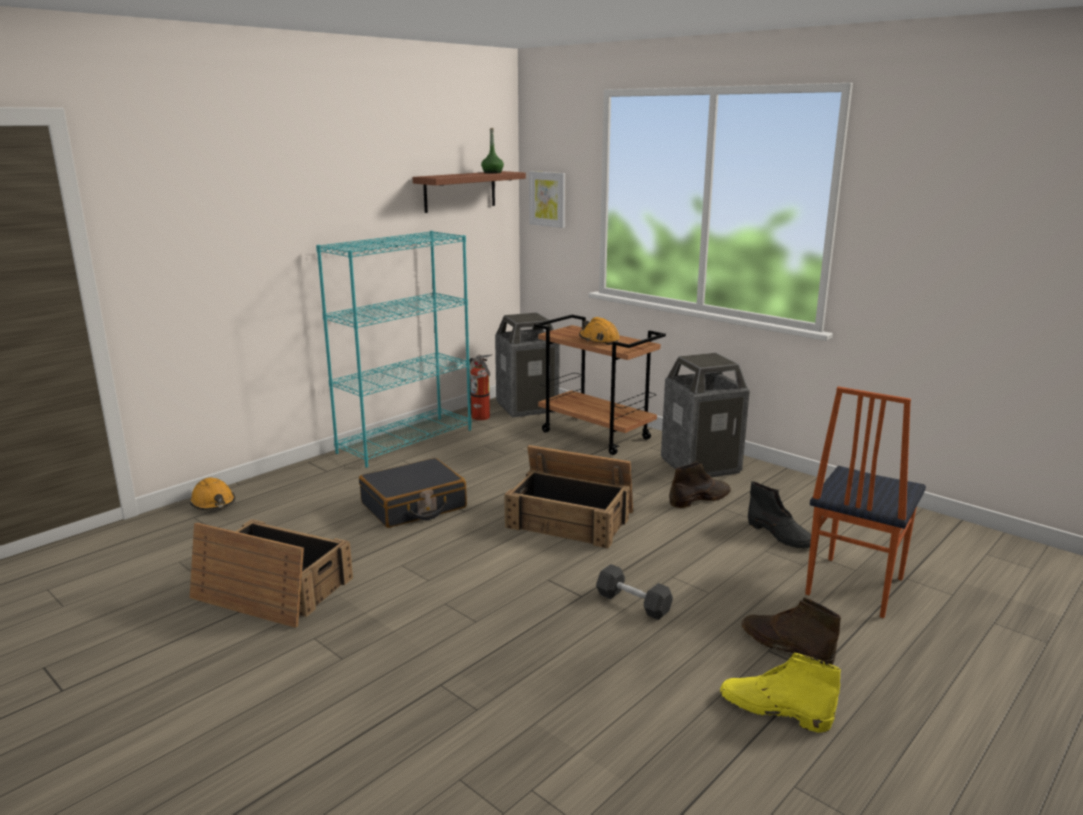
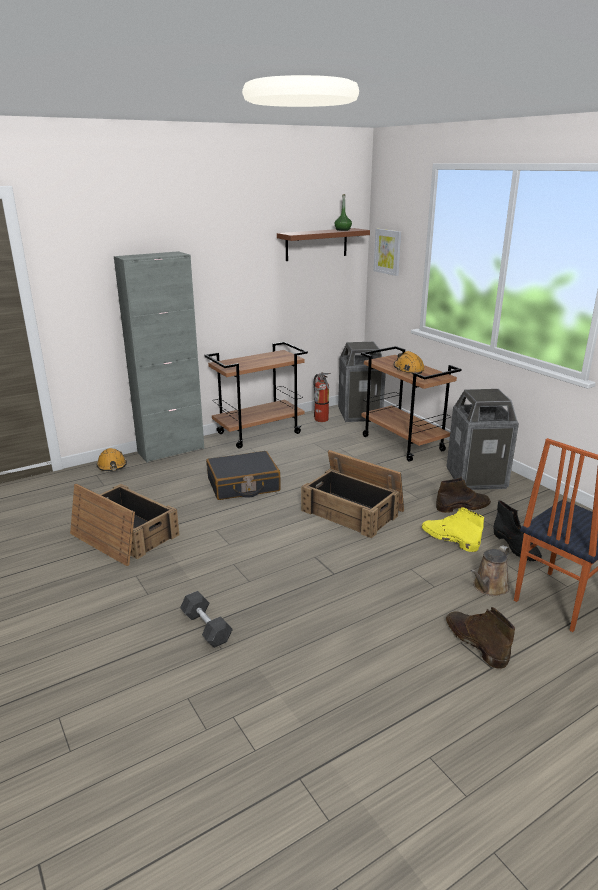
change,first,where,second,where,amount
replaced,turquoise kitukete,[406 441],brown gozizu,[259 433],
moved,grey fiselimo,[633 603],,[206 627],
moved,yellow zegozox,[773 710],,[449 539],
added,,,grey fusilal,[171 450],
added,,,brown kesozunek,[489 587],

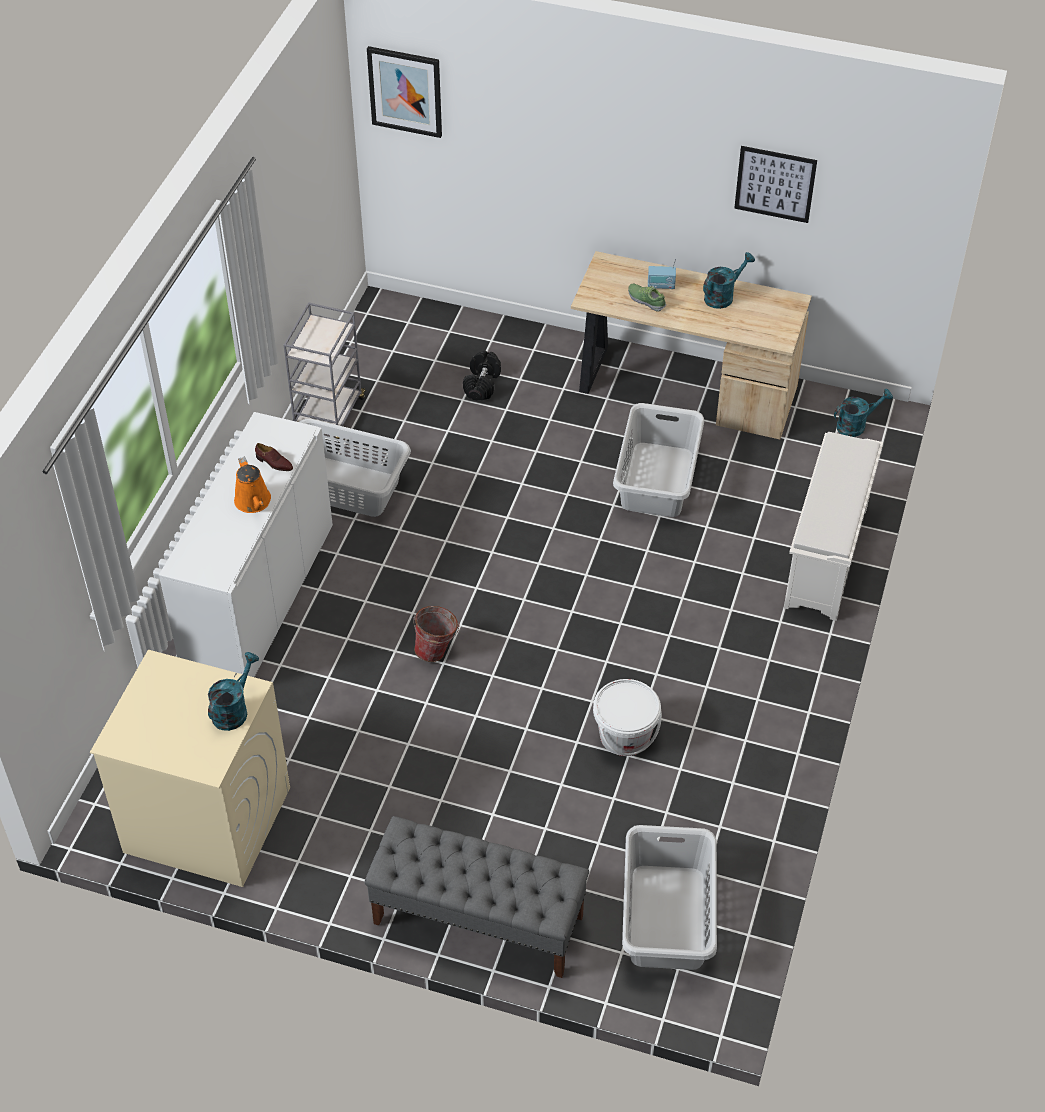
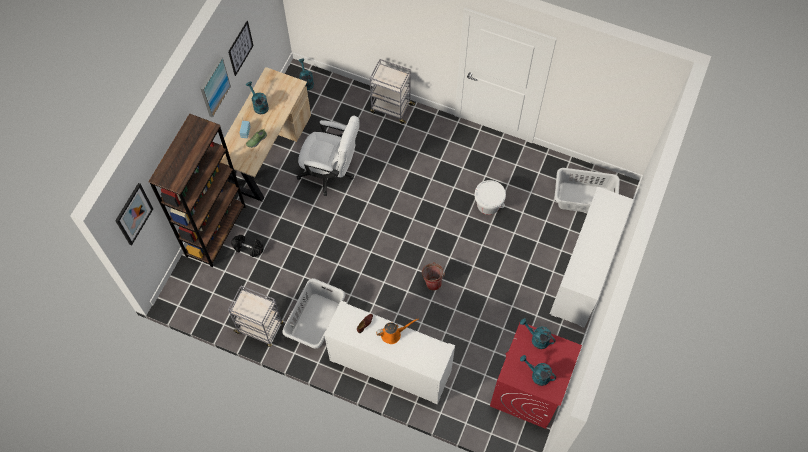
change,first,where,second,where,amount
replaced,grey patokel,[656 480],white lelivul,[331 173],
replaced,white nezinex,[826 559],grey gozizu,[391 108],
recoloured,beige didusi,[206 819],red didusi,[528 389],
replaced,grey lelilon,[477 920],white fusilal,[584 272],
added,,,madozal,[214 86],
added,,,brown kitukete,[216 231],
added,,,turquoise kesozunek,[537 375],

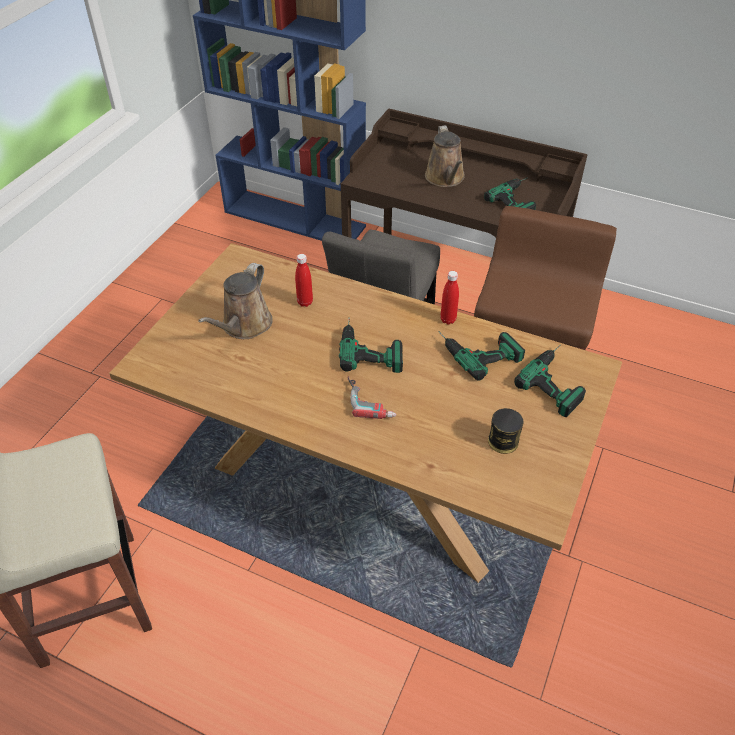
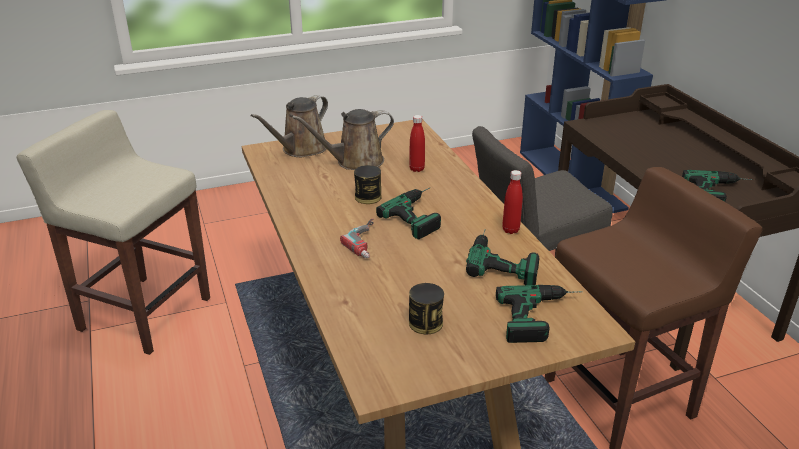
change,first,where,second,where,amount
moved,brown kesozunek,[445 178],,[301 149],
added,,,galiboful,[368 197],

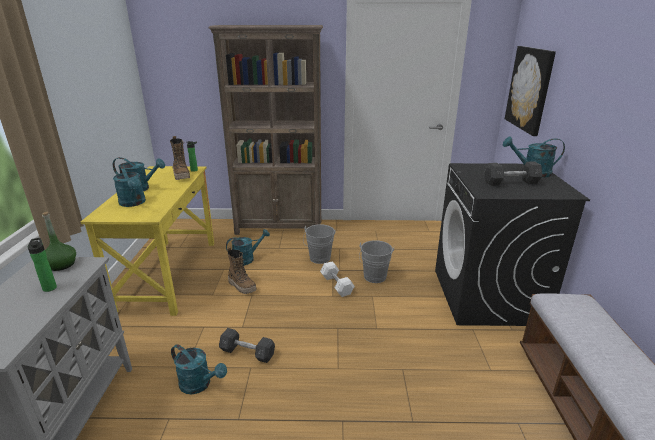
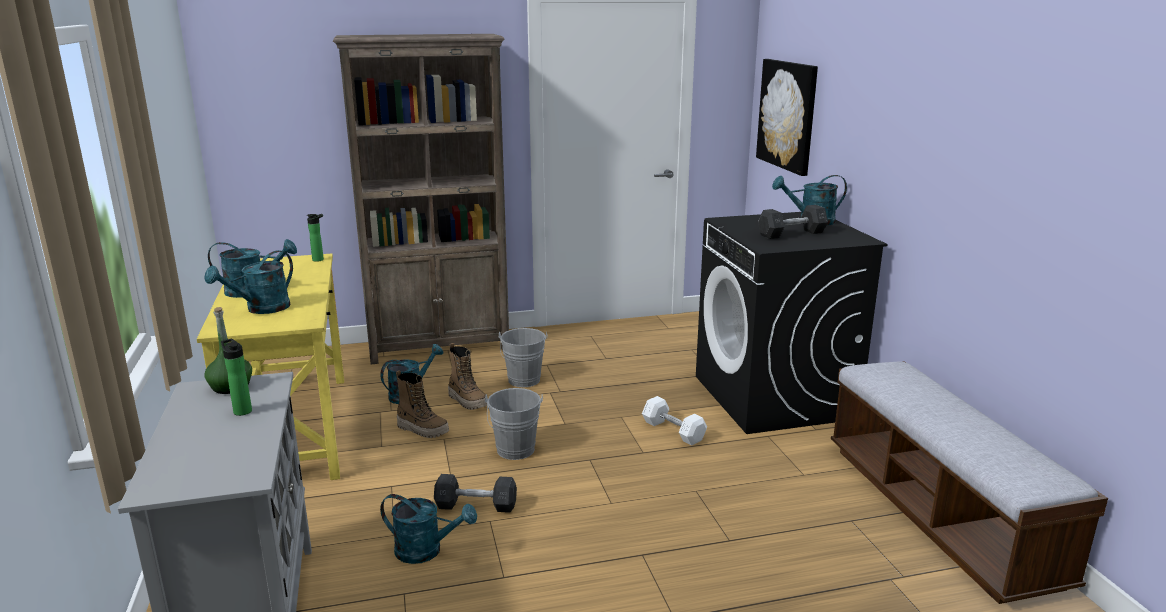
change,first,where,second,where,amount
moved,zegozox,[181 176],,[467 401],
turned,turquoise kesozunek,[134 203],,[261 309],90 degrees clockwise
moved,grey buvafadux,[374 278],,[515 452],
moved,white fiselimo,[336 285],,[673 431],

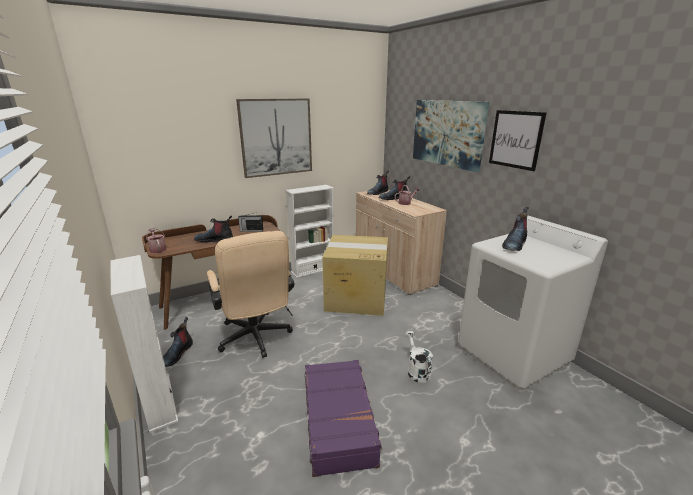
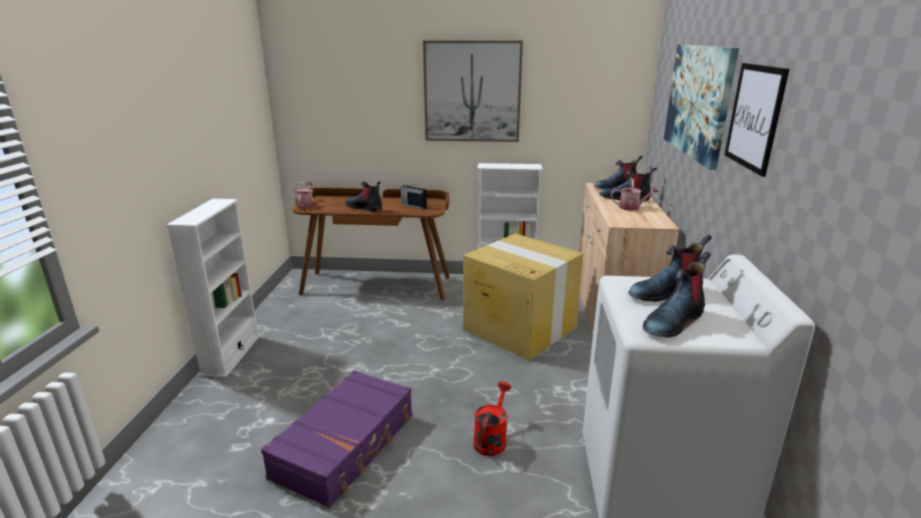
change,first,where,second,where,amount
removed,beige lelivul,[256 339],,,
moved,zegozox,[177 354],,[673 321],
recoloured,white kesozunek,[417 370],red kesozunek,[491 438],

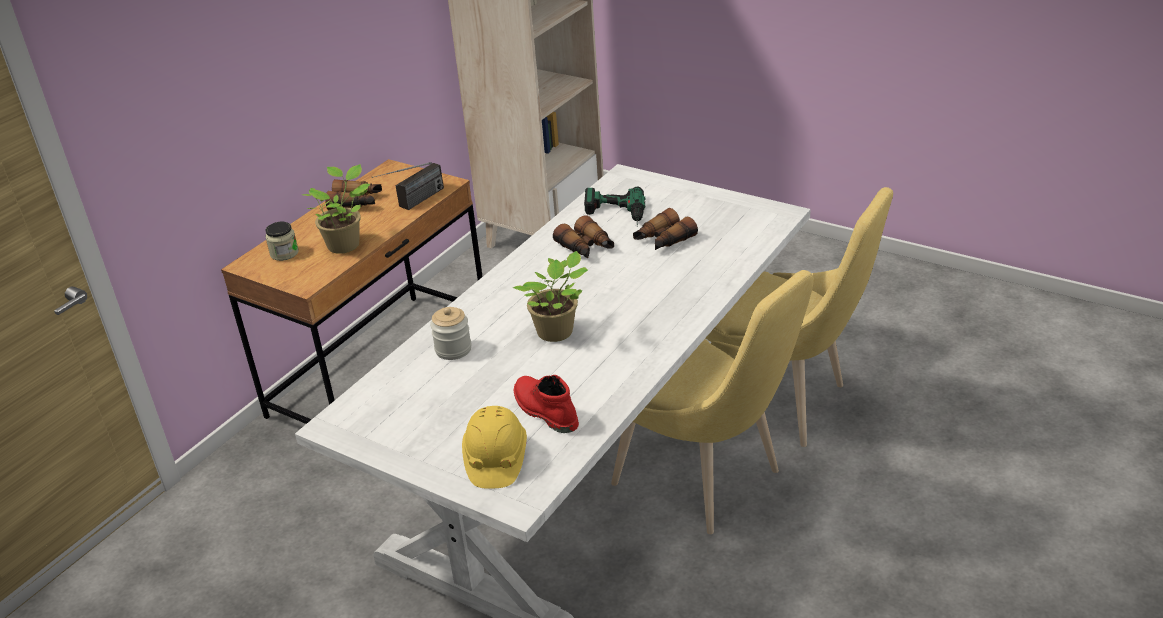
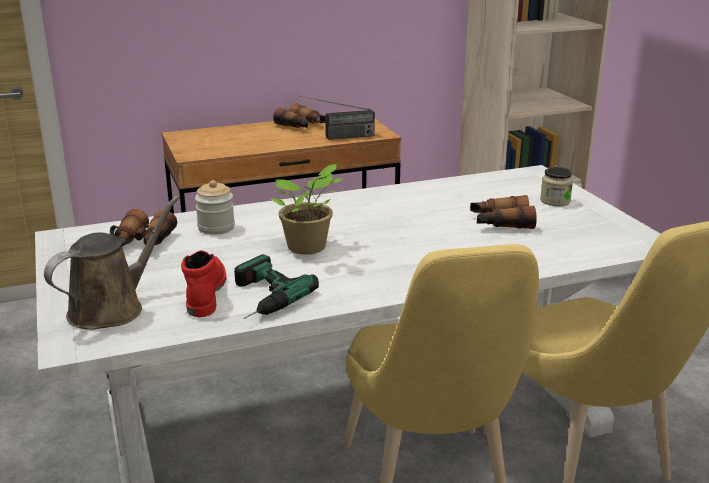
change,first,where,second,where,amount
removed,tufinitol,[345 244],,,
moved,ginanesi,[615 215],,[259 298],
moved,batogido,[586 248],,[143 243],
moved,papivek,[284 253],,[555 201],
replaced,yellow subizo,[495 460],brown kesozunek,[112 308],

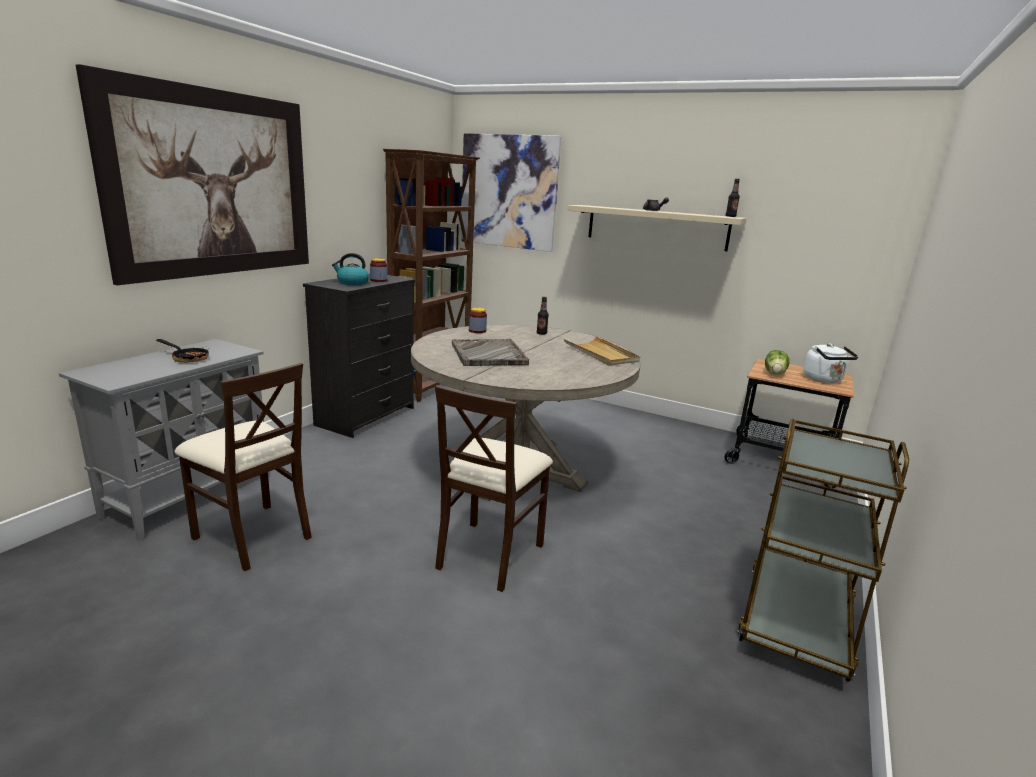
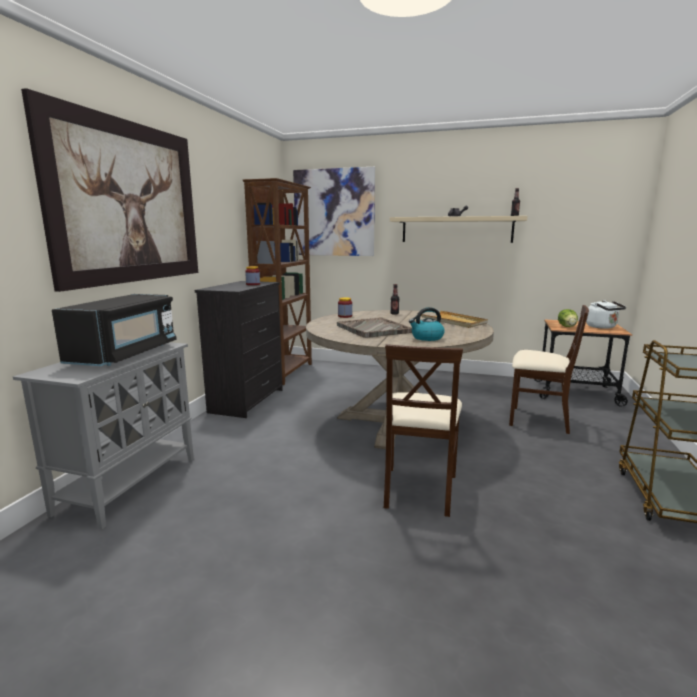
change,first,where,second,where,amount
moved,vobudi,[352 283],,[427 338],
replaced,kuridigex,[187 358],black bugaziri,[126 354],
moved,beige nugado,[253 536],,[538 420],

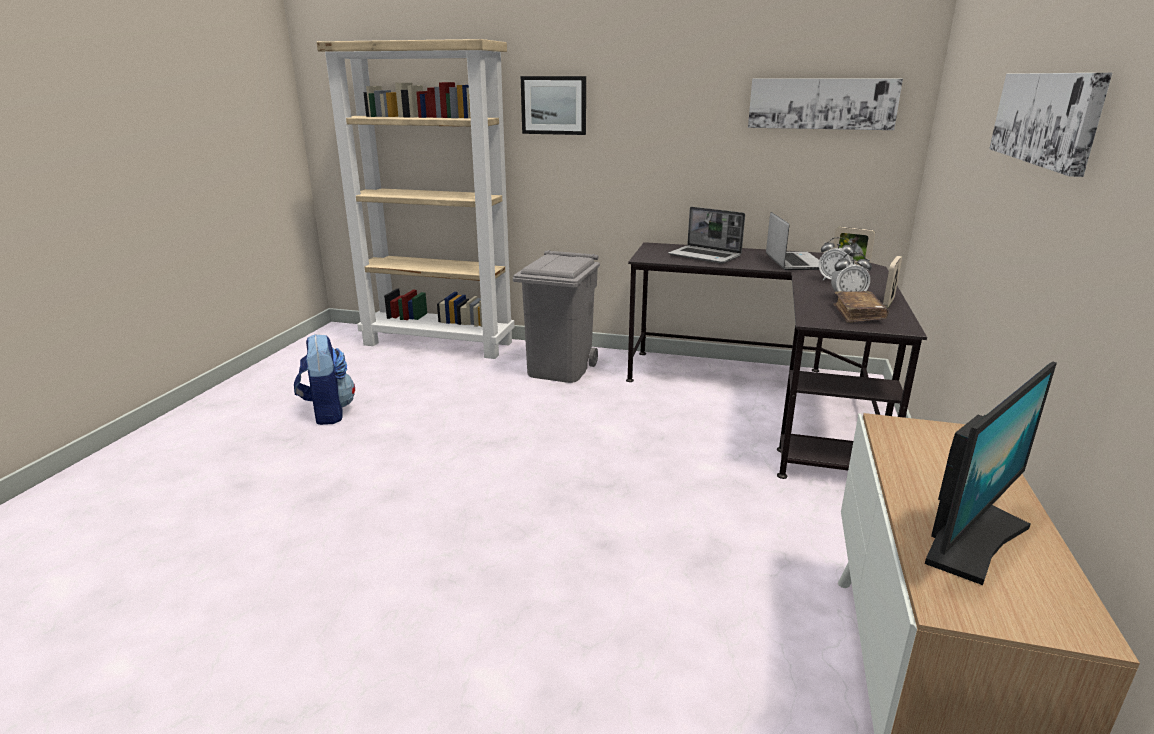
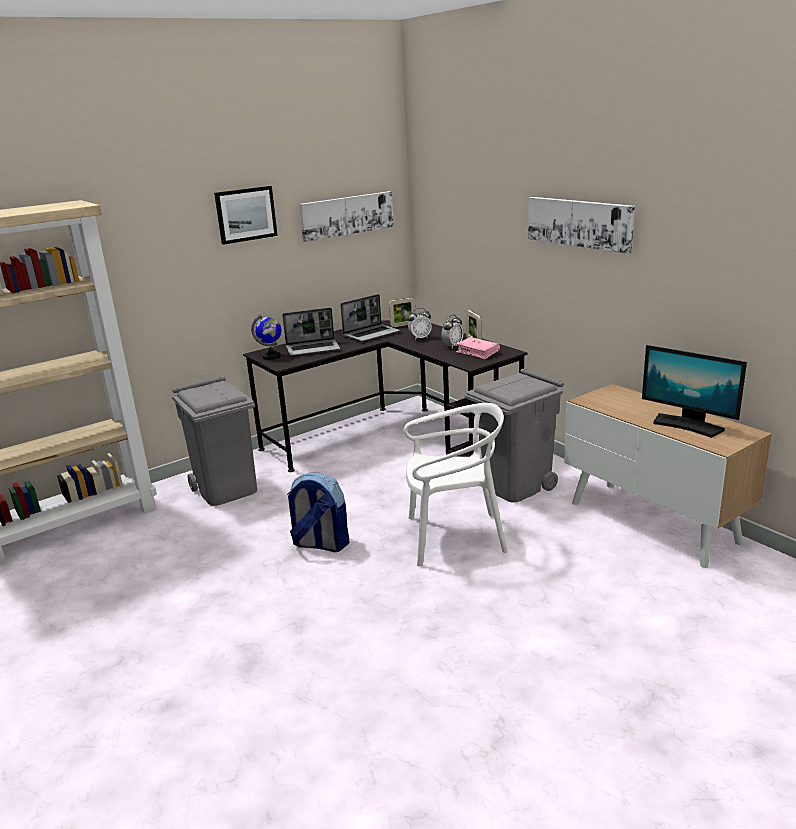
change,first,where,second,where,amount
moved,madozal,[554 105],,[246 214],
turned,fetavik,[793 262],,[371 334],105 degrees clockwise
recoloured,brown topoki,[858 314],pink topoki,[478 352],
moved,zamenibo,[327 412],,[320 544],
turned,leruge,[972 540],,[687 425],135 degrees clockwise
added,,,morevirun,[271 356],
added,,,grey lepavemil,[515 485],
added,,,white nugado,[454 537],

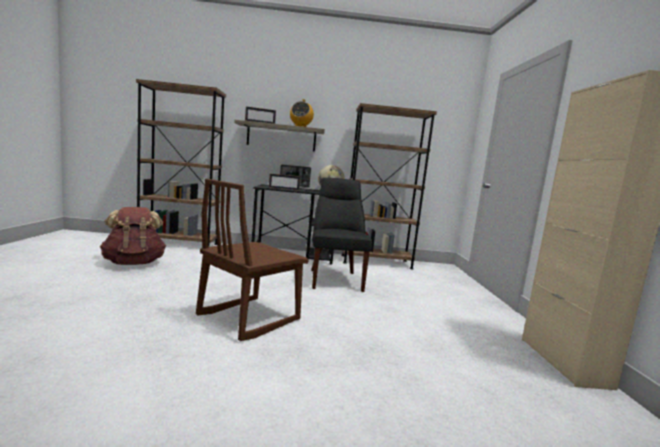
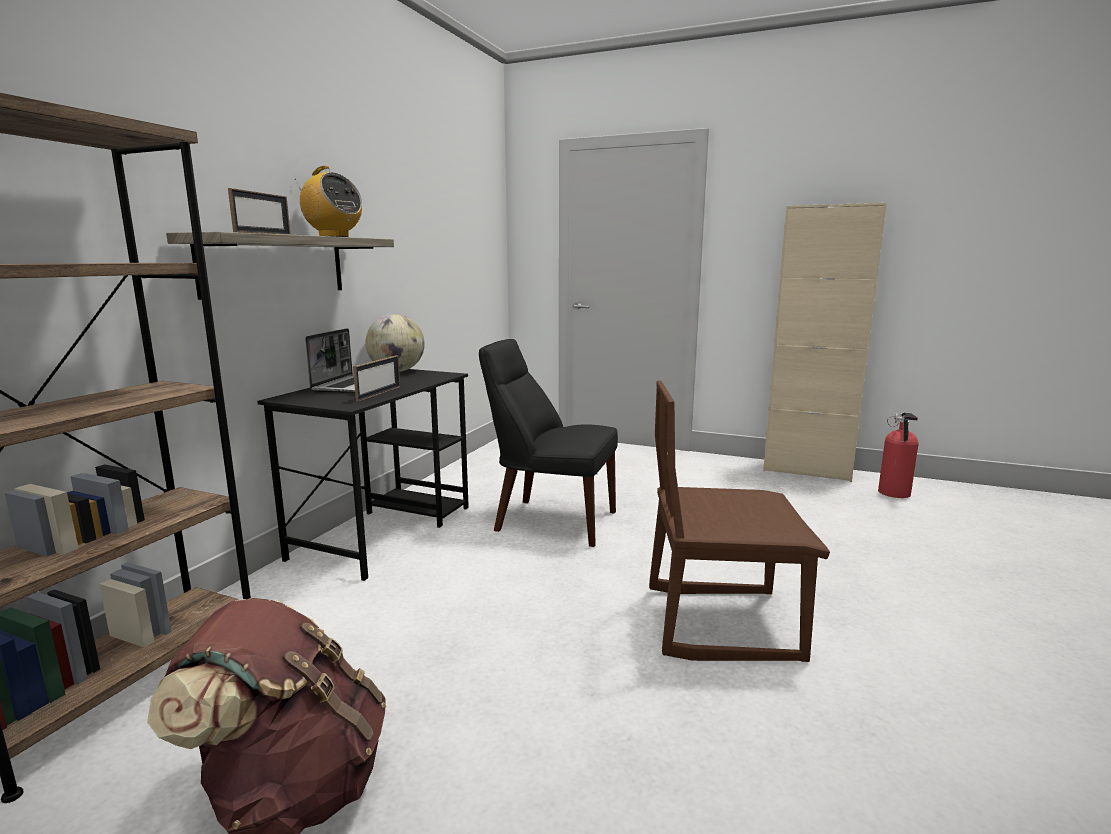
change,first,where,second,where,amount
removed,brown kitukete,[376 262],,,
turned,brown nugado,[248 317],,[721 622],120 degrees clockwise
added,,,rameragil,[894 494],

